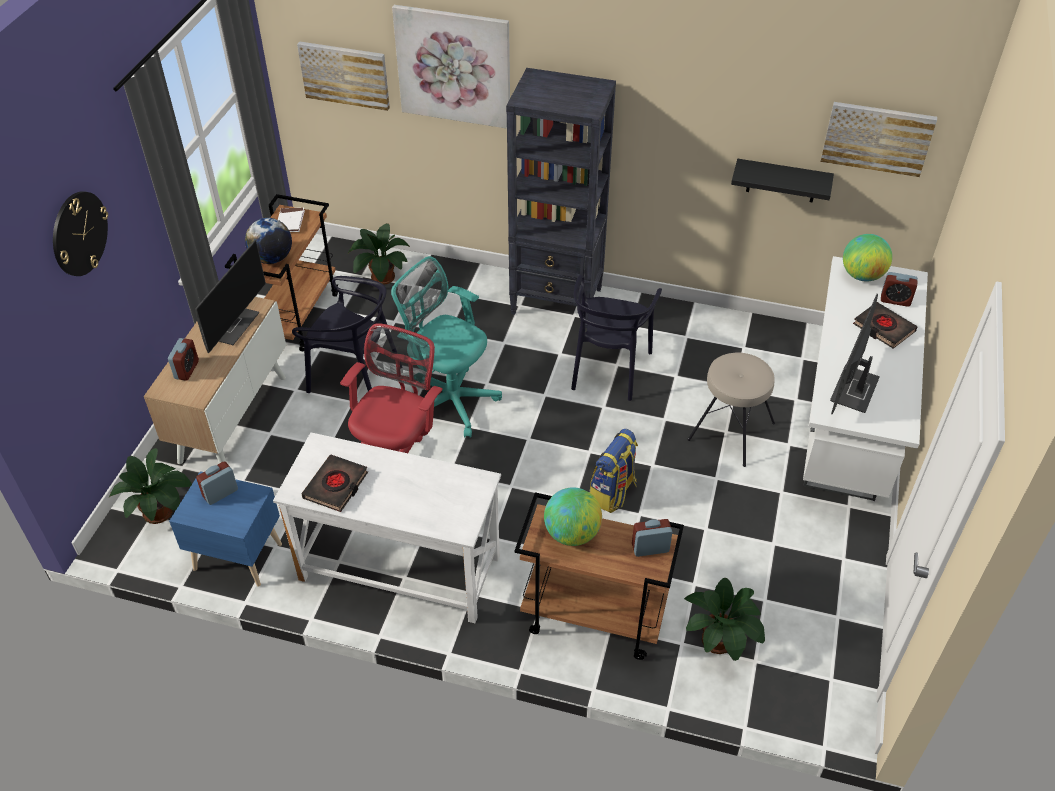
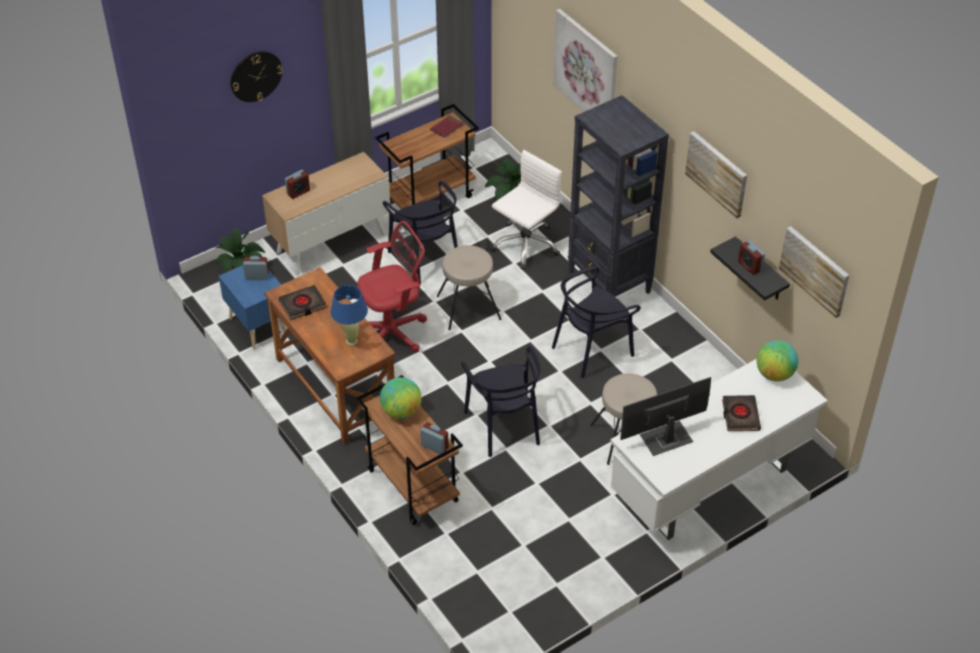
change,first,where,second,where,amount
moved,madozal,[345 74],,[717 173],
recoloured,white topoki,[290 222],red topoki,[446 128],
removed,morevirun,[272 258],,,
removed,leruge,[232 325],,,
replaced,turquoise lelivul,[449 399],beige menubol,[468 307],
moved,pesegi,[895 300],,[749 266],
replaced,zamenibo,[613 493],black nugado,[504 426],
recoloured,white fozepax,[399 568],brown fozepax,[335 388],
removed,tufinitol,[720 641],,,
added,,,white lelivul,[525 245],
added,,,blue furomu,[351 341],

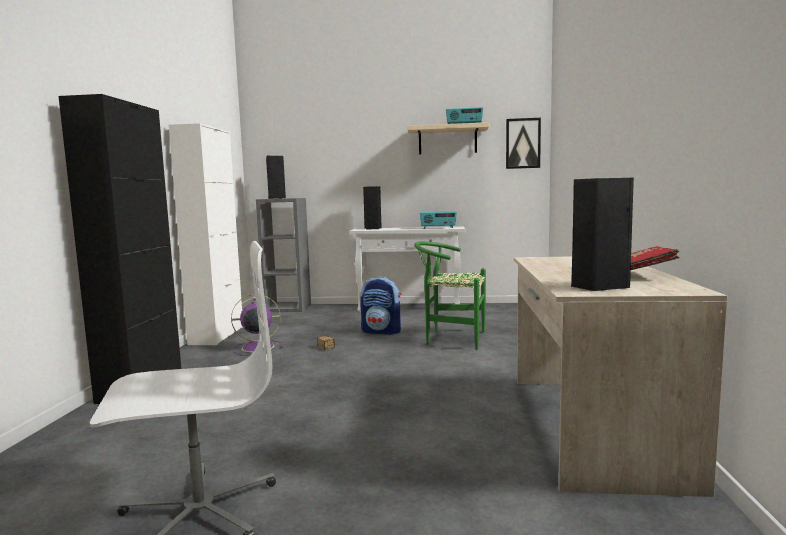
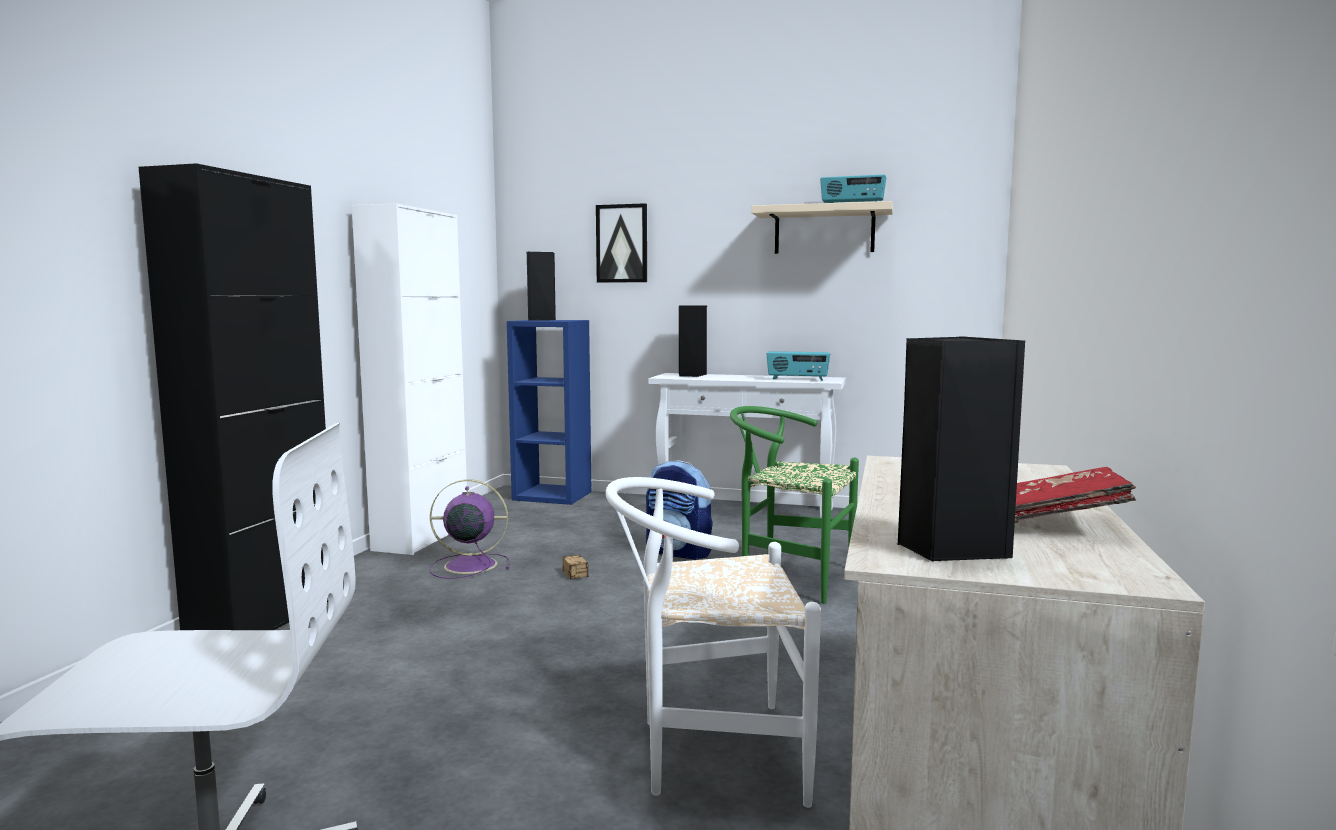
change,first,where,second,where,amount
moved,madozal,[523 143],,[622 243],
recoloured,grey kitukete,[288 308],blue kitukete,[553 496],
added,,,white nugado,[707 753],

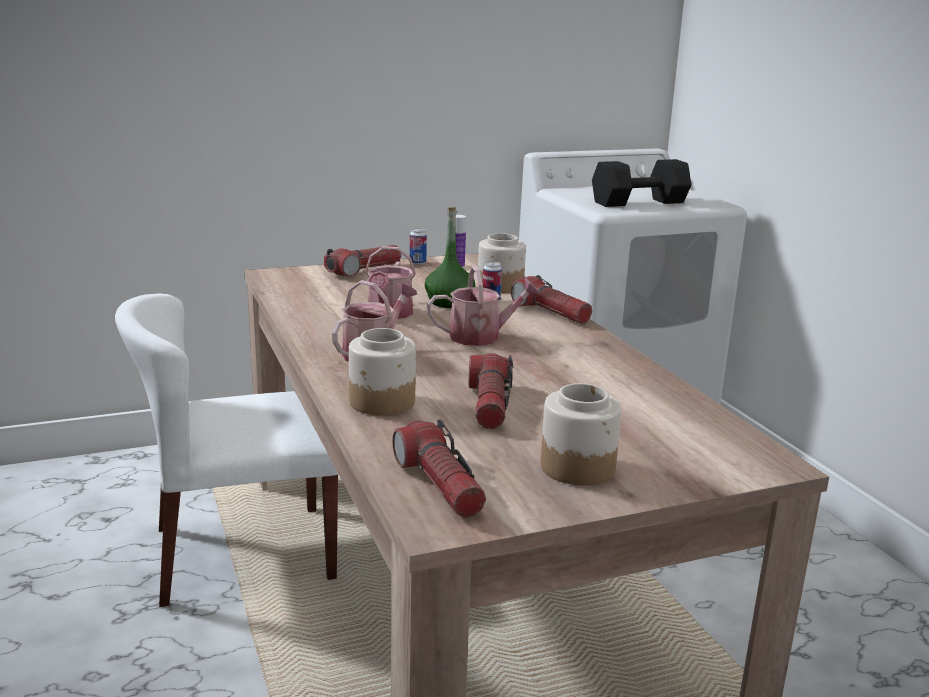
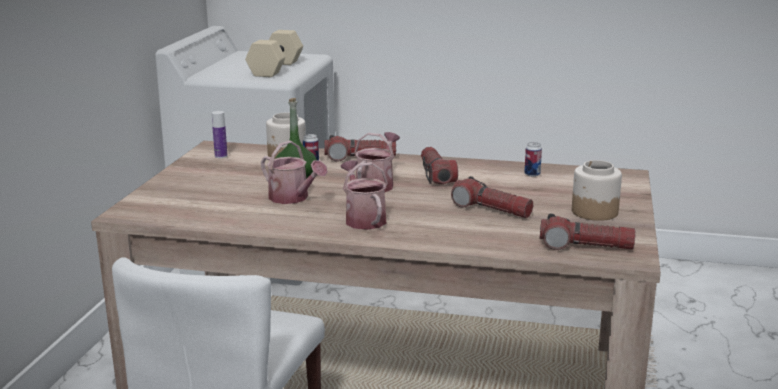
change,first,where,second,where,amount
recoloured,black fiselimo,[639 203],beige fiselimo,[276 69],
moved,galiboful,[417 263],,[532 174],
moved,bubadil,[364 270],,[436 175],
removed,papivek,[382 402],,,

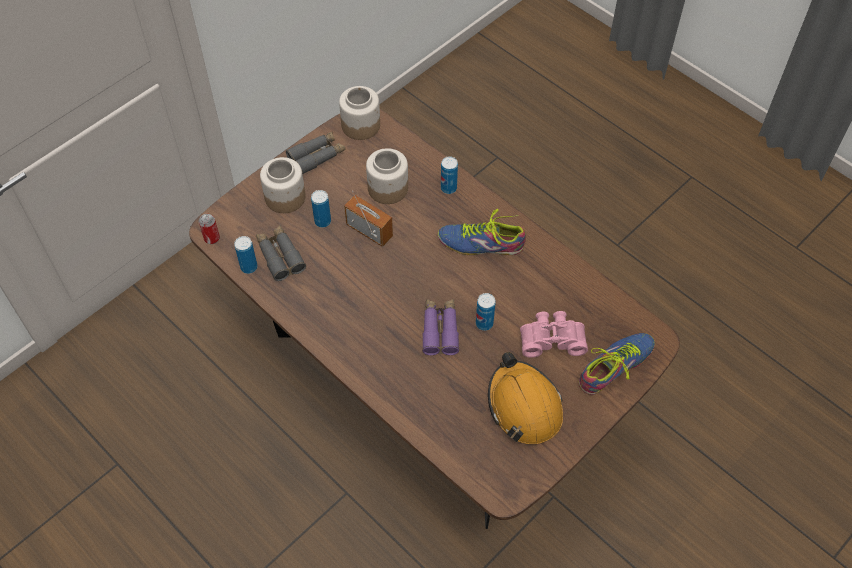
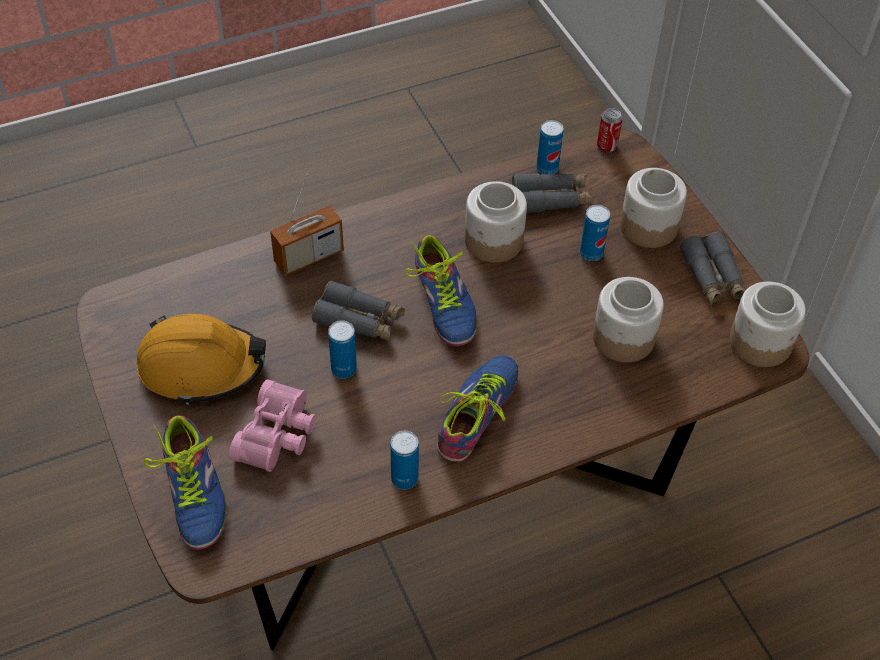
change,first,where,second,where,amount
moved,galiboful,[448 188],,[404 478],
moved,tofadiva,[369 231],,[309 257],
recoloured,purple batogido,[440 330],grey batogido,[359 320],
added,,,papivek,[494 241],
added,,,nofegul,[445 302],

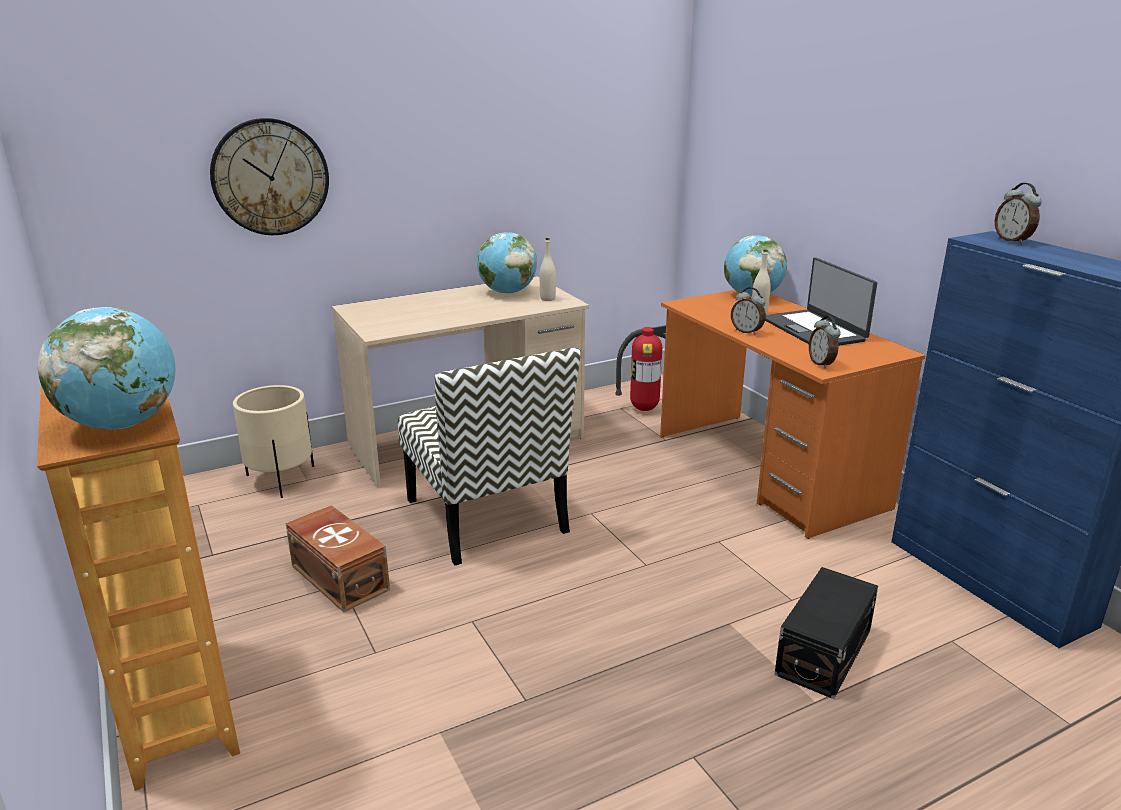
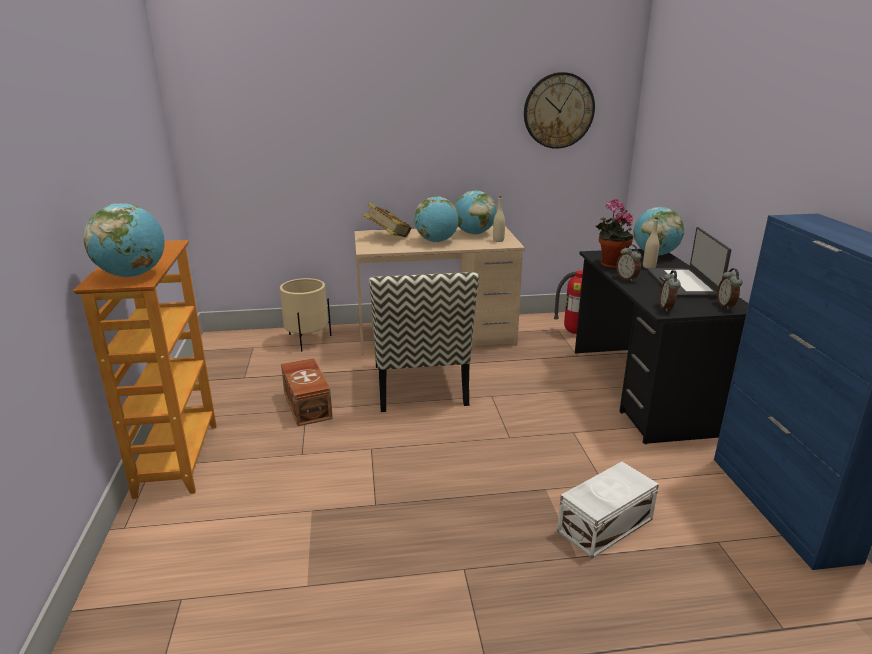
change,first,where,second,where,amount
moved,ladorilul,[270 177],,[558 110],
moved,pesegi,[1013 240],,[726 306],
recoloured,orange fozepax,[767 470],black fozepax,[643 390],
recoloured,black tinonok,[821 653],white tinonok,[603 525],
added,,,morevirun,[436 241],
added,,,tufinitol,[610 265],
added,,,topoki,[387 238],

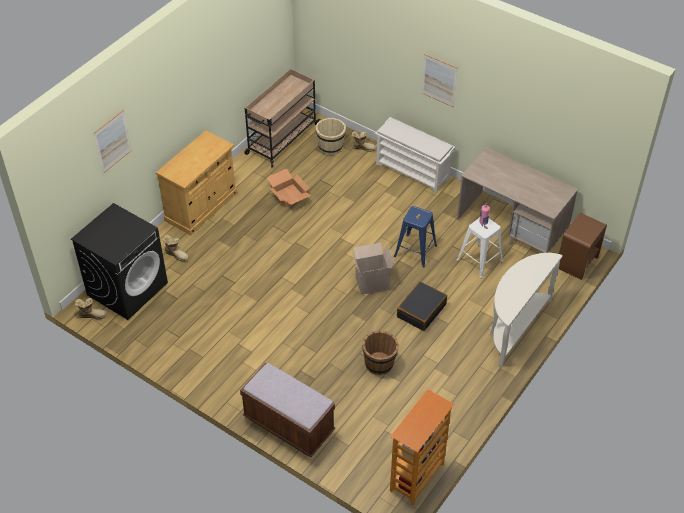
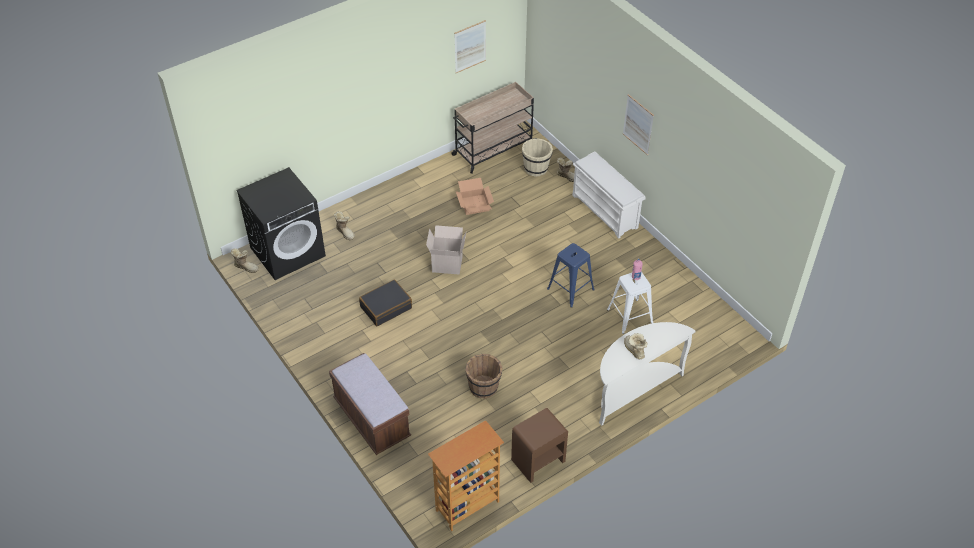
change,first,where,second,where,amount
moved,madozal,[112 141],,[470 46],
removed,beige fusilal,[201 207],,,
removed,beige fozepax,[512 226],,,
moved,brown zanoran,[577 262],,[537 460],
moved,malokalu,[372 282],,[448 263],
moved,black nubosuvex,[421 310],,[386 307],
added,,,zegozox,[633 350],

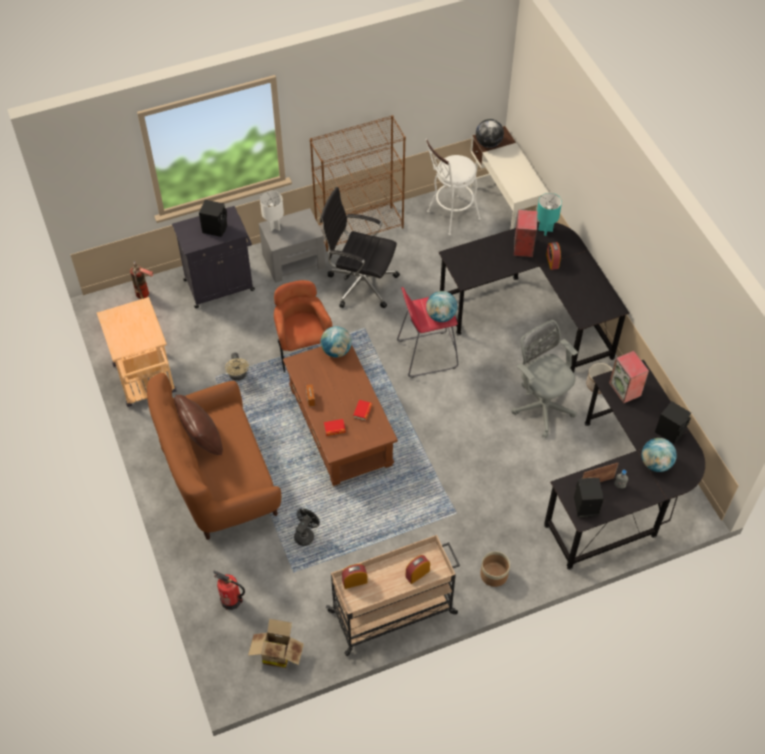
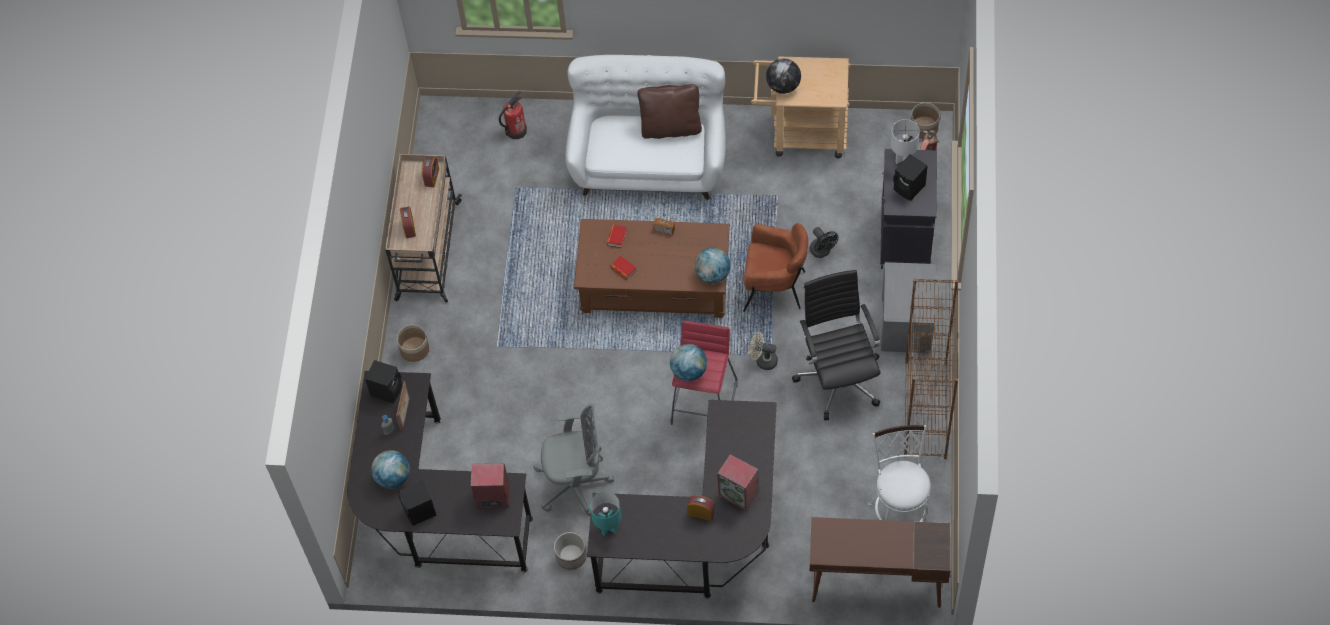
change,first,where,second,where,amount
moved,morevirun,[489 143],,[783 86],
recoloured,white fozepax,[504 213],brown fozepax,[875 582],
turned,black lelivul,[360 283],,[839 377],60 degrees counterclockwise
moved,white furomu,[274 227],,[903 159],
moved,turquoise furomu,[545 230],,[608 528],
moved,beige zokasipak,[238 376],,[763 360],
recoloured,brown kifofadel,[220 479],white kifofadel,[649 161],
moved,black zokasipak,[306 534],,[822 252],
removed,malokalu,[277 653],,,
added,,,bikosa,[923 128],

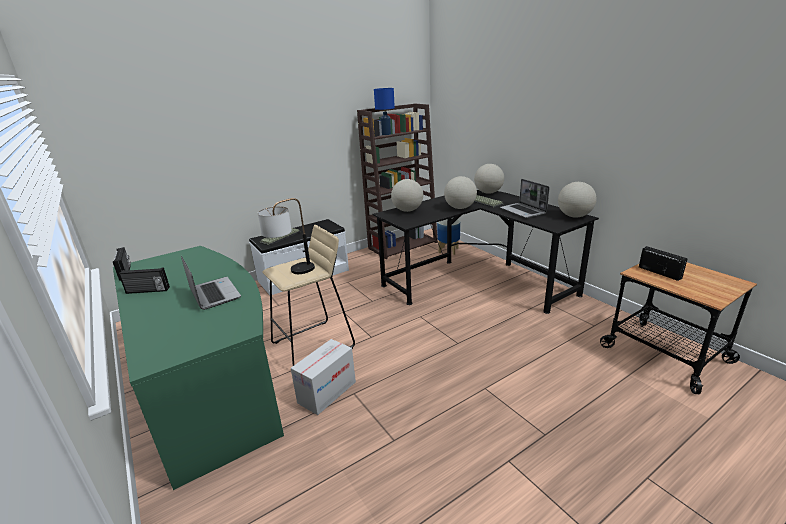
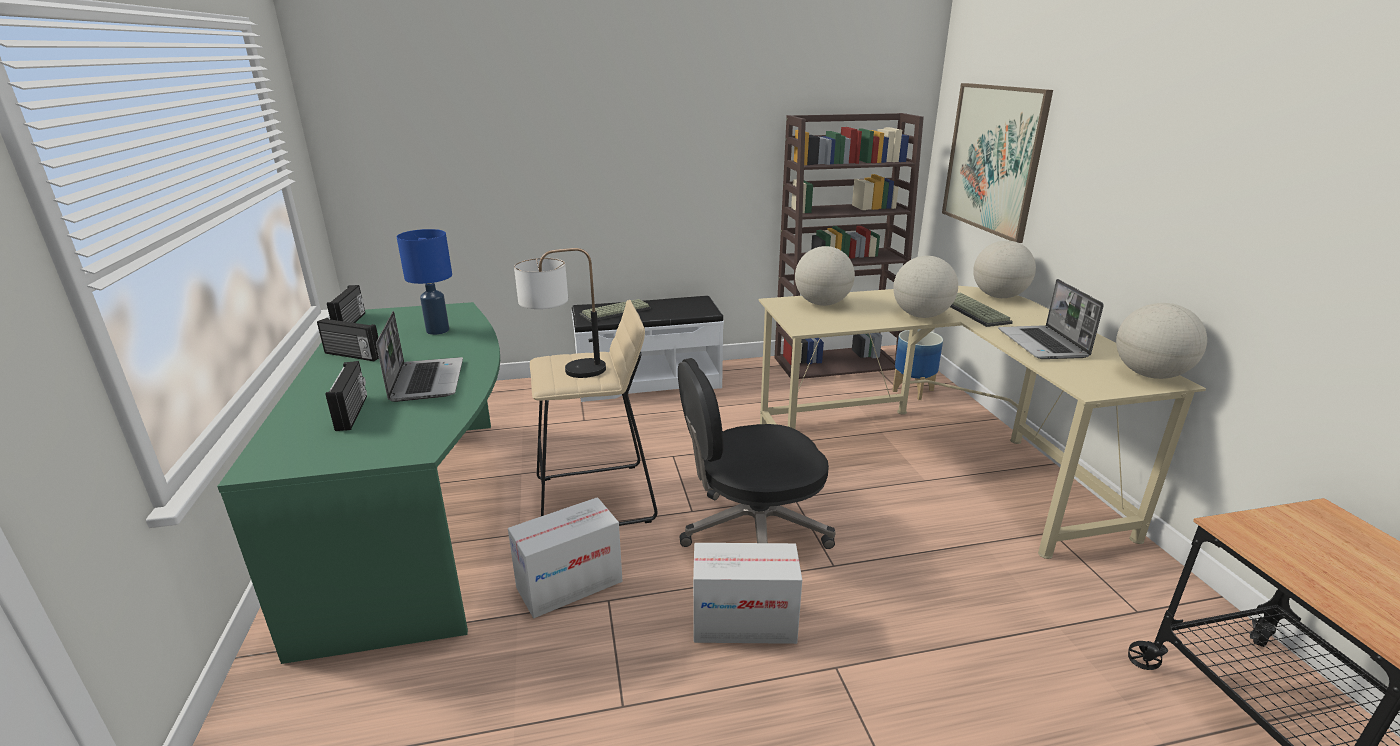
change,first,where,second,where,amount
moved,blue furomu,[386 134],,[438 330],
recoloured,black fozepax,[477 280],beige fozepax,[937 457],
moved,tofadiva,[660 272],,[353 413],
added,,,madozal,[993 159],
added,,,black lelivul,[751 532],
added,,,malokalu,[744 623],

